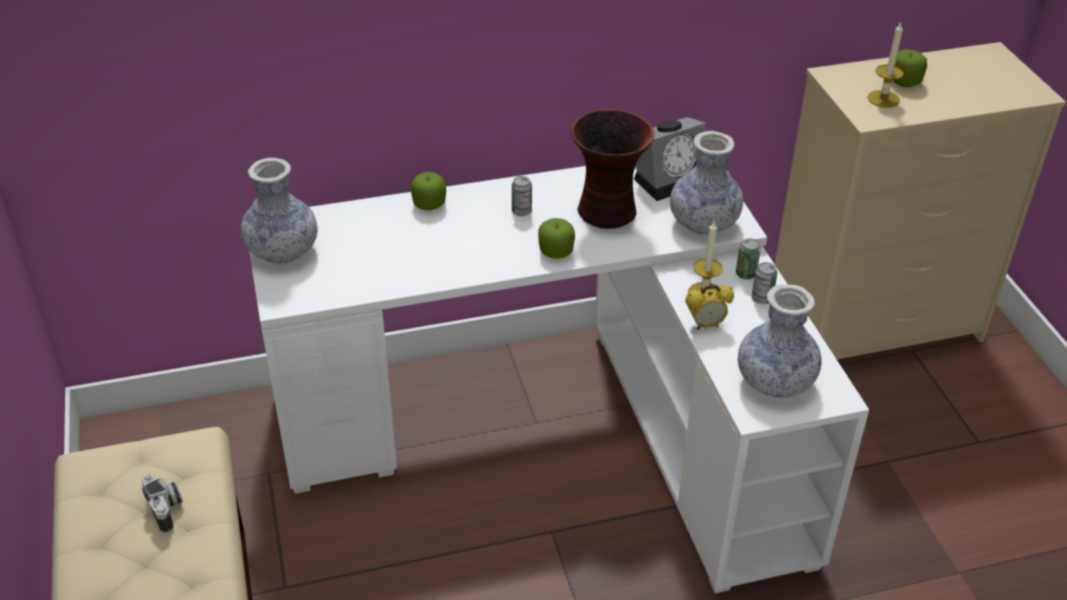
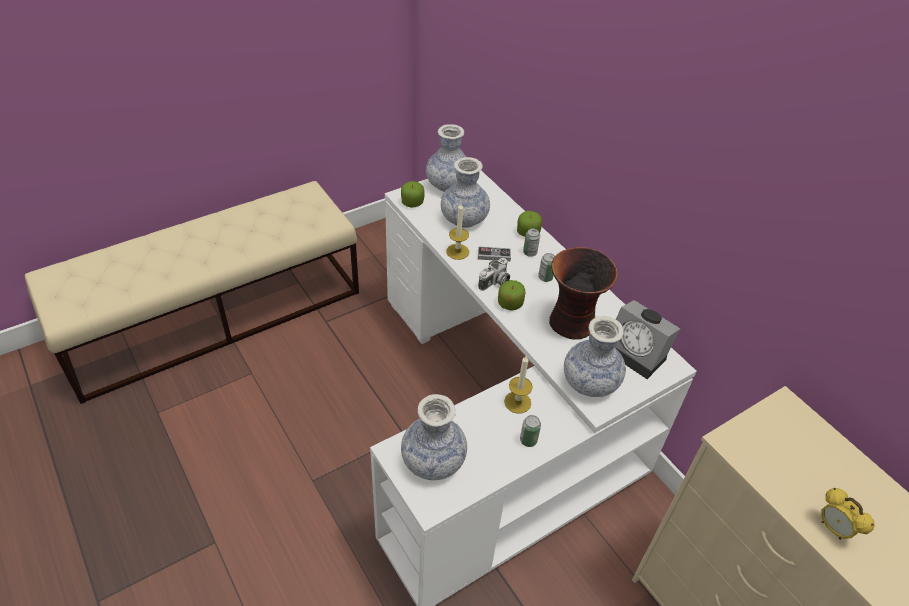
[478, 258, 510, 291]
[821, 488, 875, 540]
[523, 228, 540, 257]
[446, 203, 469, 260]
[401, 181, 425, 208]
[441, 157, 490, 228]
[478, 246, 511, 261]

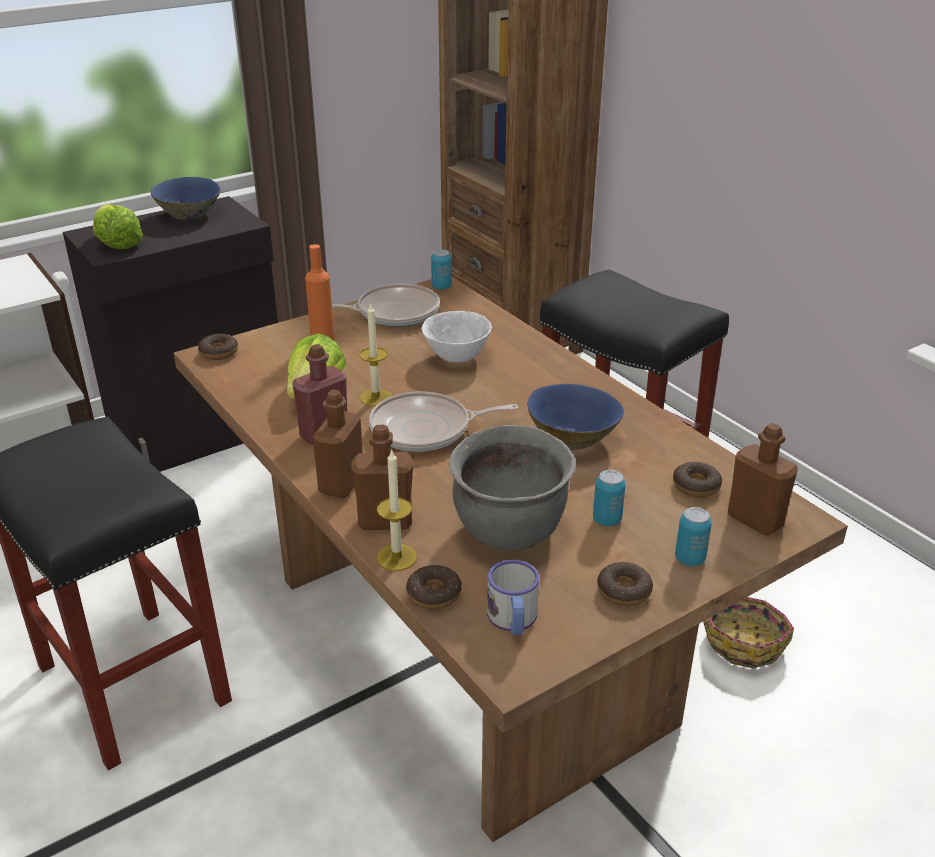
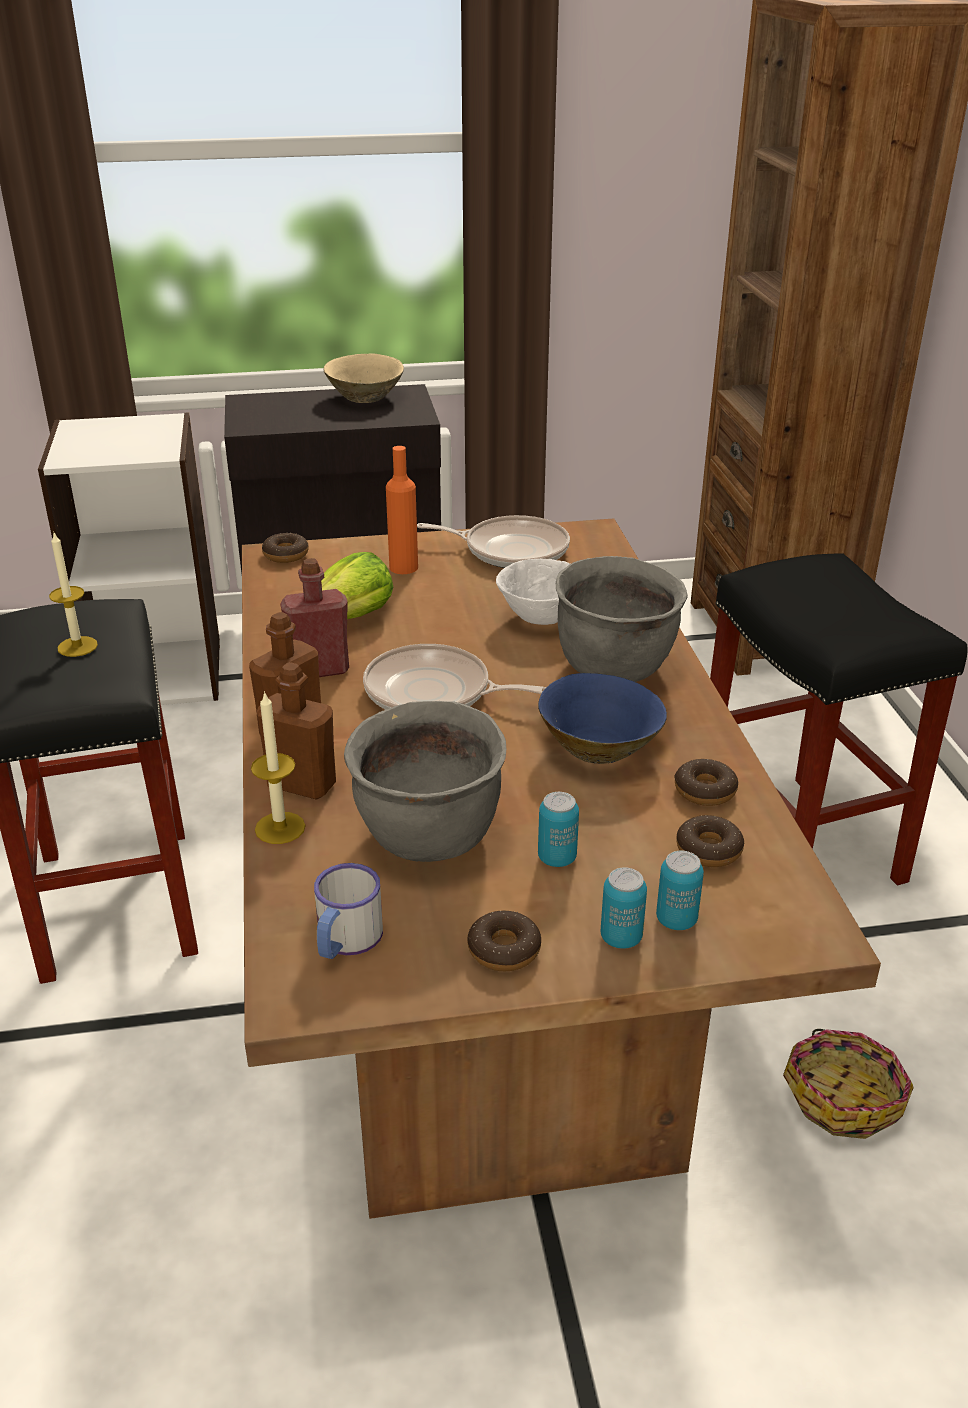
[93, 204, 143, 249] (first image)
[324, 354, 404, 403]
[49, 533, 98, 657]
[675, 759, 738, 806]
[656, 850, 704, 930]
[728, 423, 798, 536] (first image)
[556, 556, 688, 682]

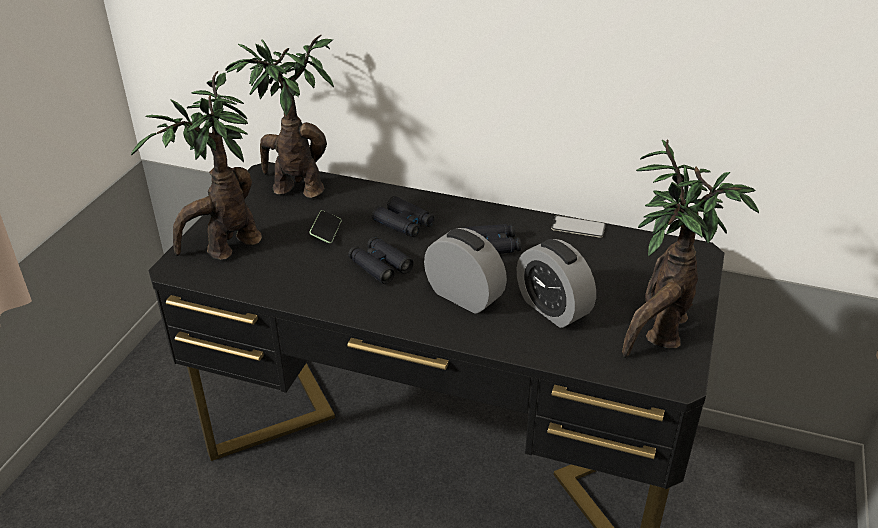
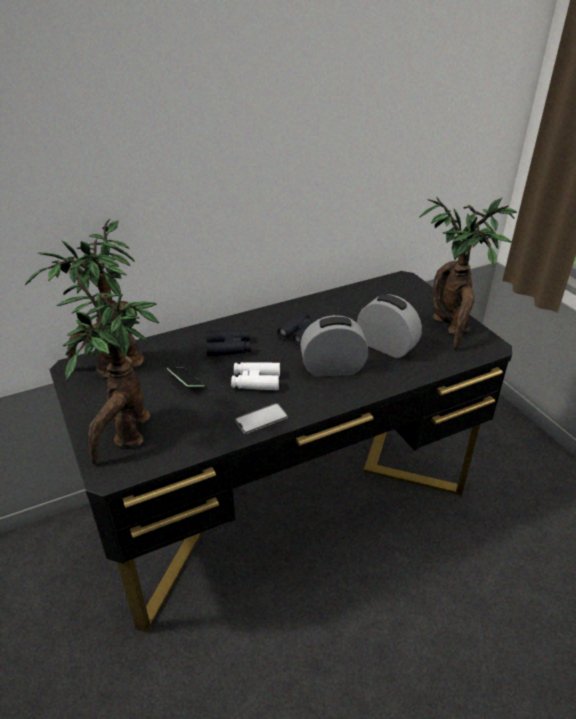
[231, 362, 280, 390]
[357, 294, 422, 359]
[235, 403, 288, 434]

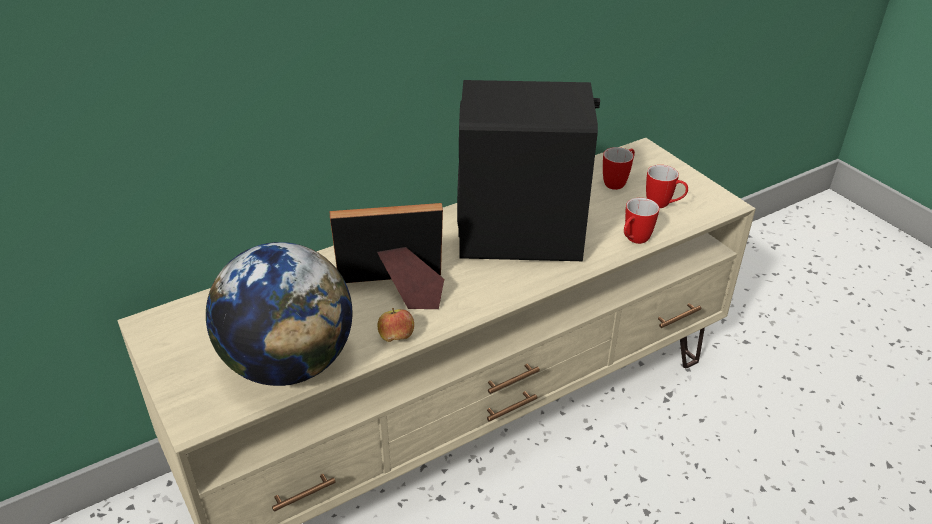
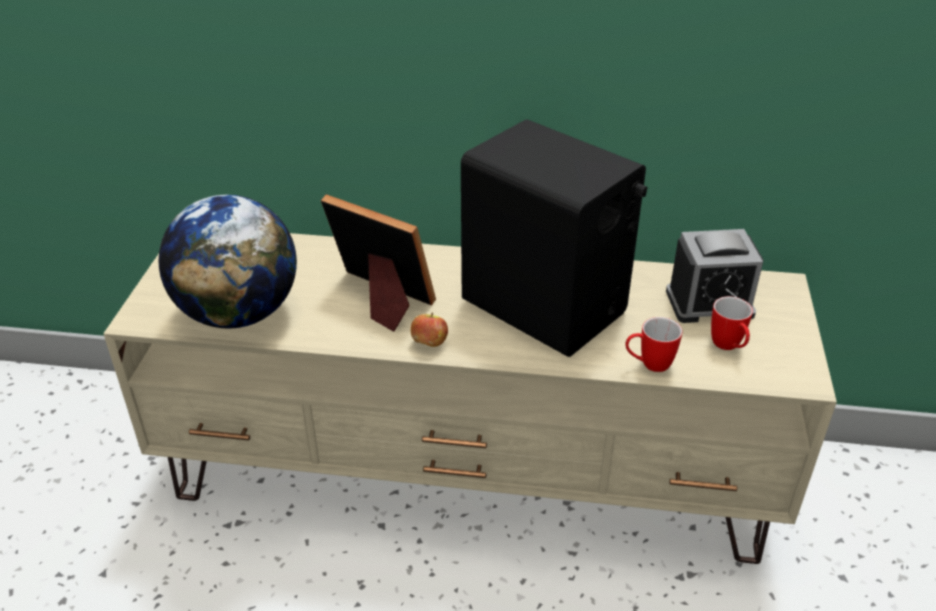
[410, 313, 448, 347]
[666, 229, 764, 323]

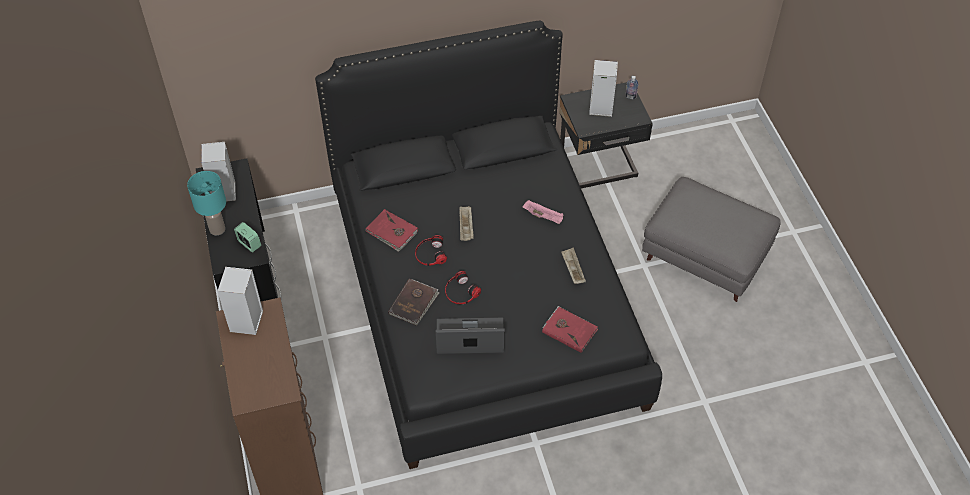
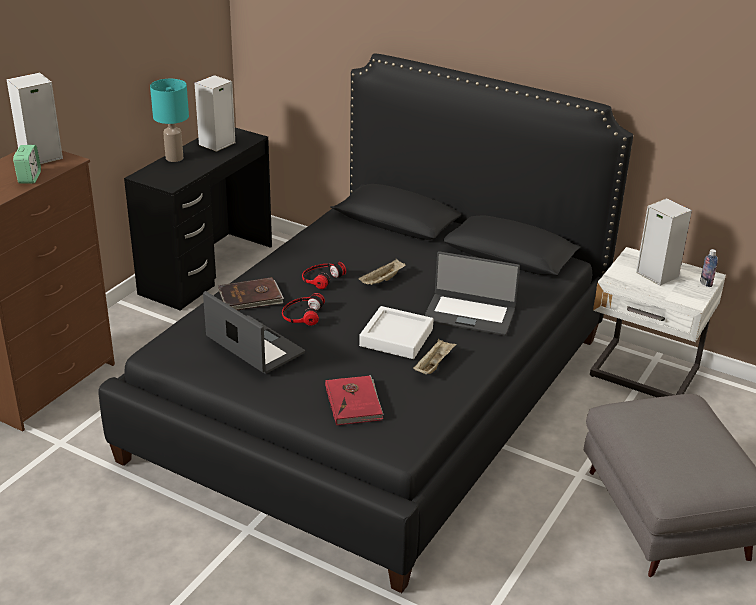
[13, 145, 41, 184]
[365, 209, 418, 252] (first image)
[424, 251, 520, 336]
[590, 247, 726, 397]
[359, 306, 433, 359]

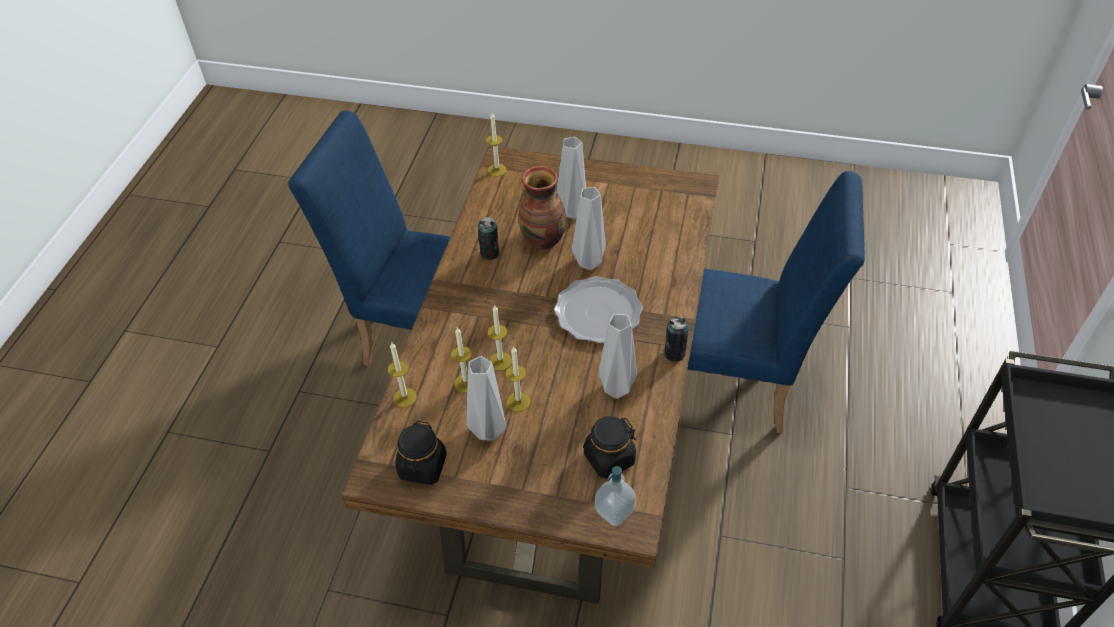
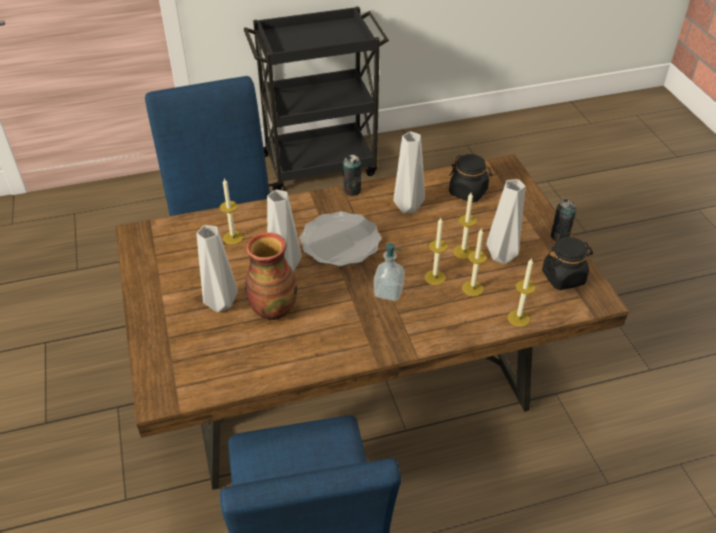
[551, 199, 576, 242]
[220, 178, 243, 245]
[374, 243, 405, 301]

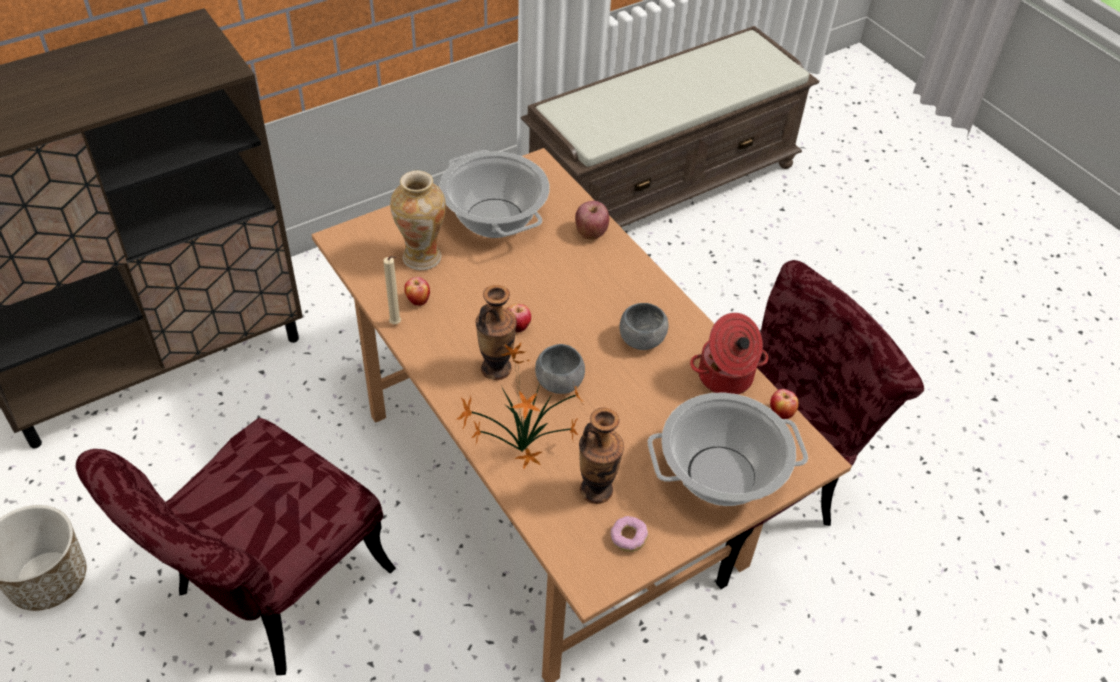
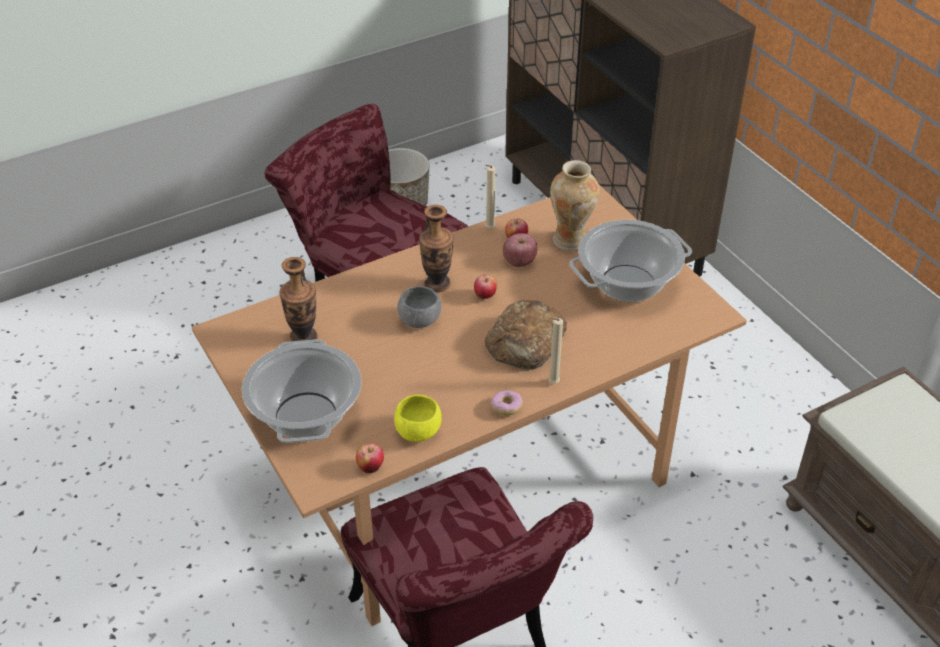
[456, 343, 583, 470] (first image)
[503, 233, 537, 267]
[491, 390, 523, 416]
[619, 303, 669, 350] (first image)
[394, 395, 442, 442]
[485, 300, 567, 370]
[548, 318, 563, 383]

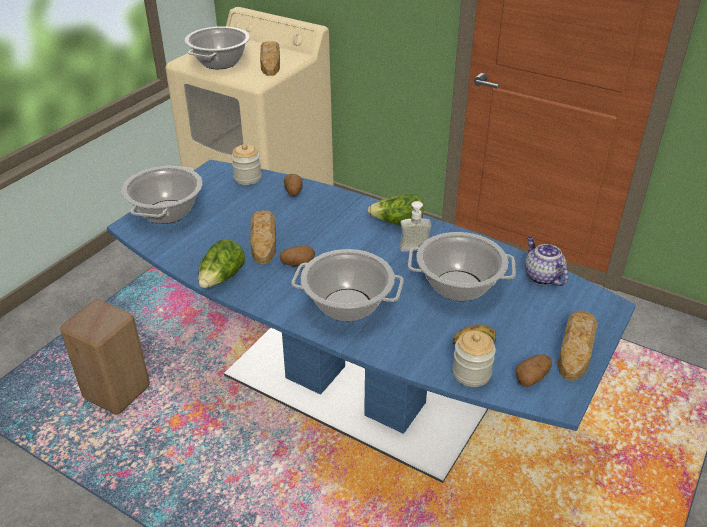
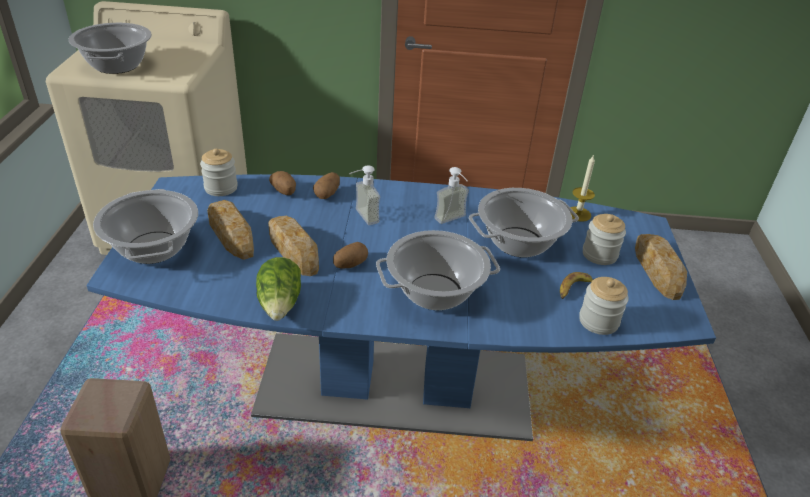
[207, 200, 254, 260]
[367, 194, 423, 225] (first image)
[313, 172, 340, 199]
[570, 154, 595, 222]
[349, 165, 380, 225]
[583, 214, 626, 265]

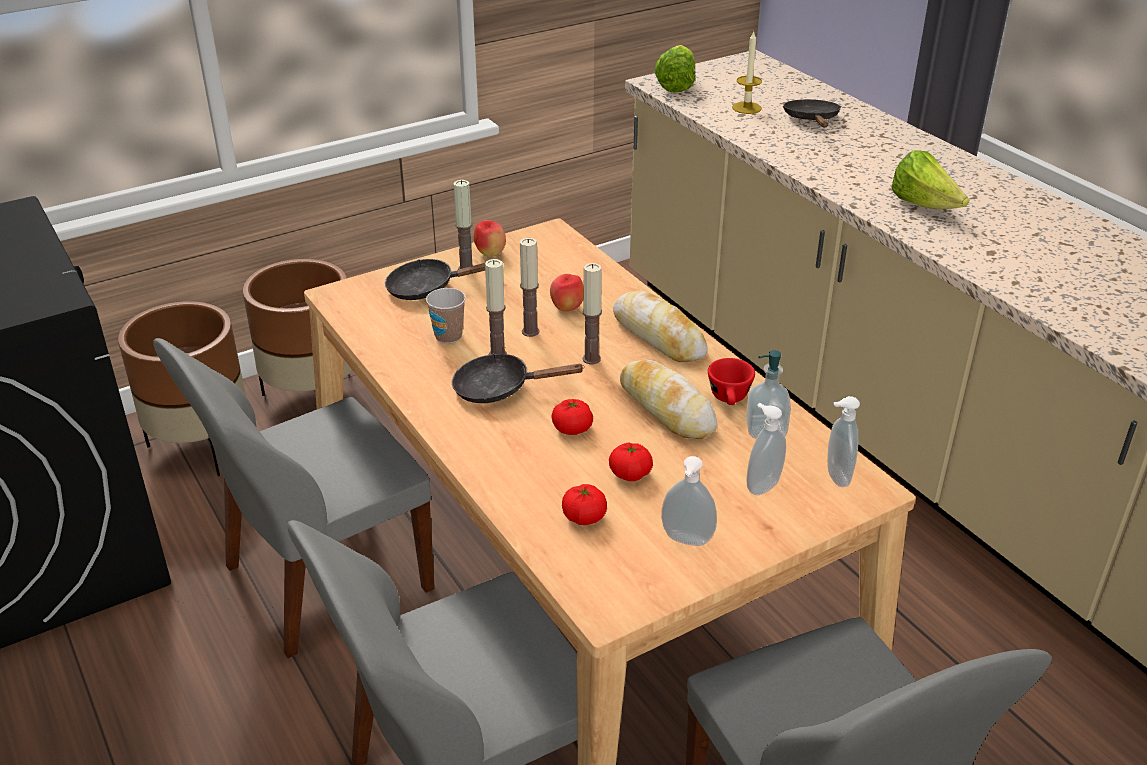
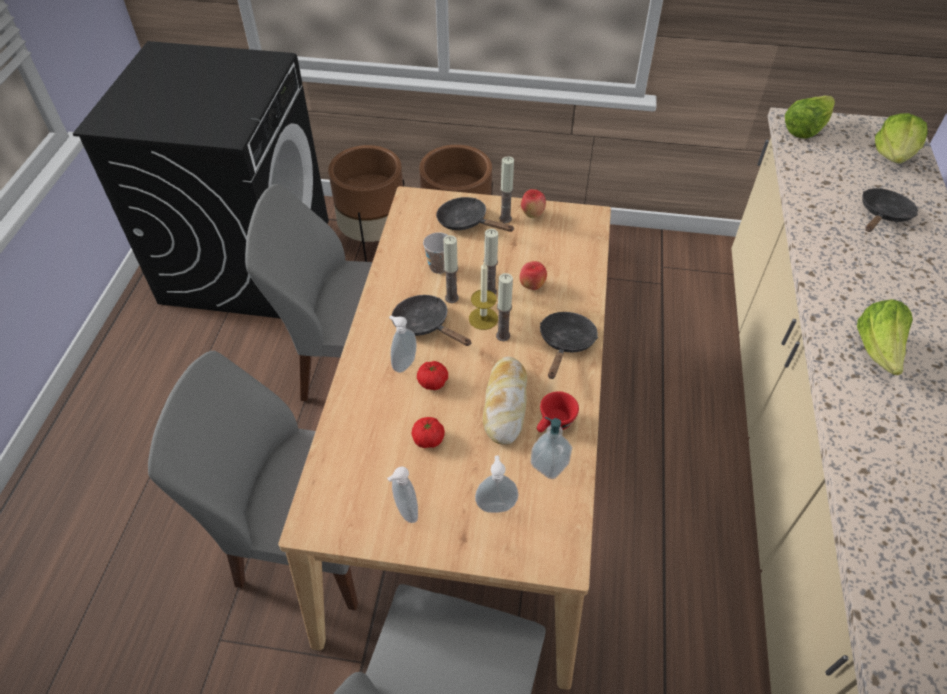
[562, 484, 607, 525] (first image)
[540, 312, 598, 379]
[469, 262, 498, 330]
[389, 315, 417, 373]
[875, 113, 928, 164]

